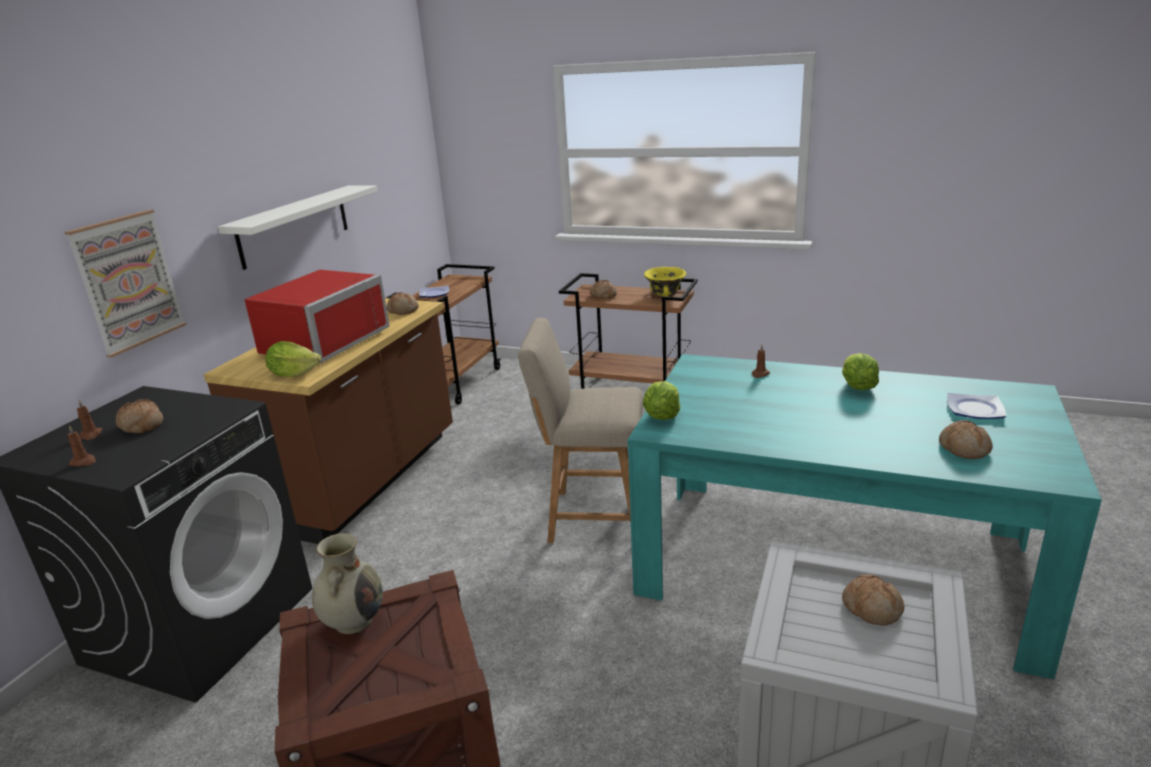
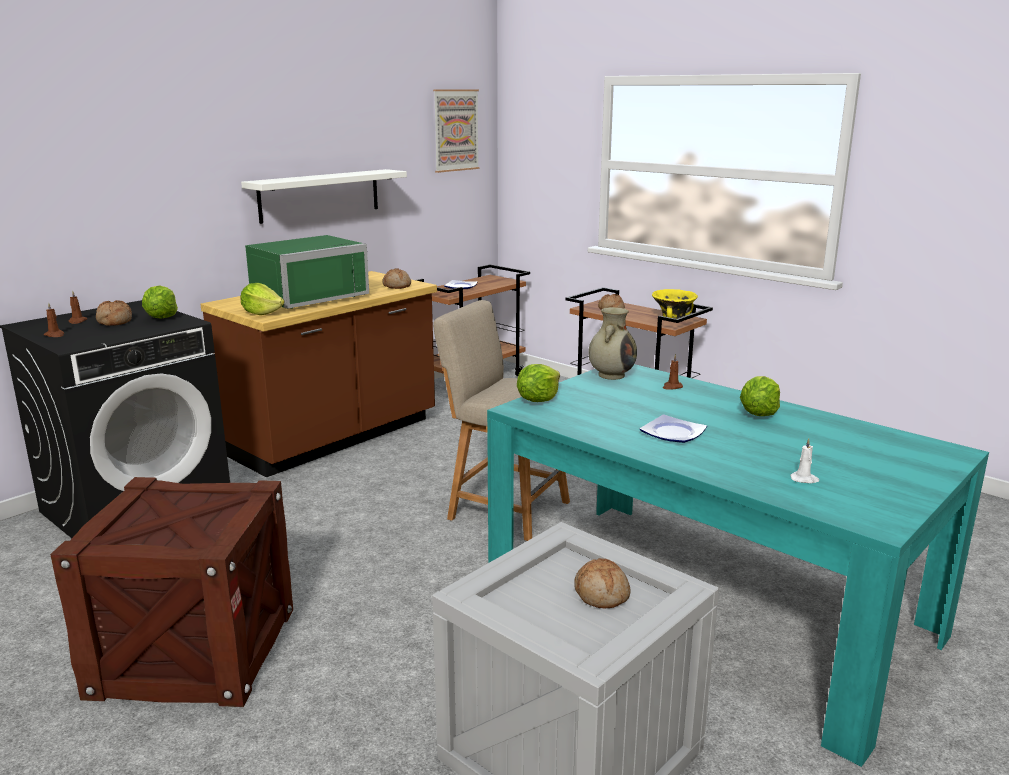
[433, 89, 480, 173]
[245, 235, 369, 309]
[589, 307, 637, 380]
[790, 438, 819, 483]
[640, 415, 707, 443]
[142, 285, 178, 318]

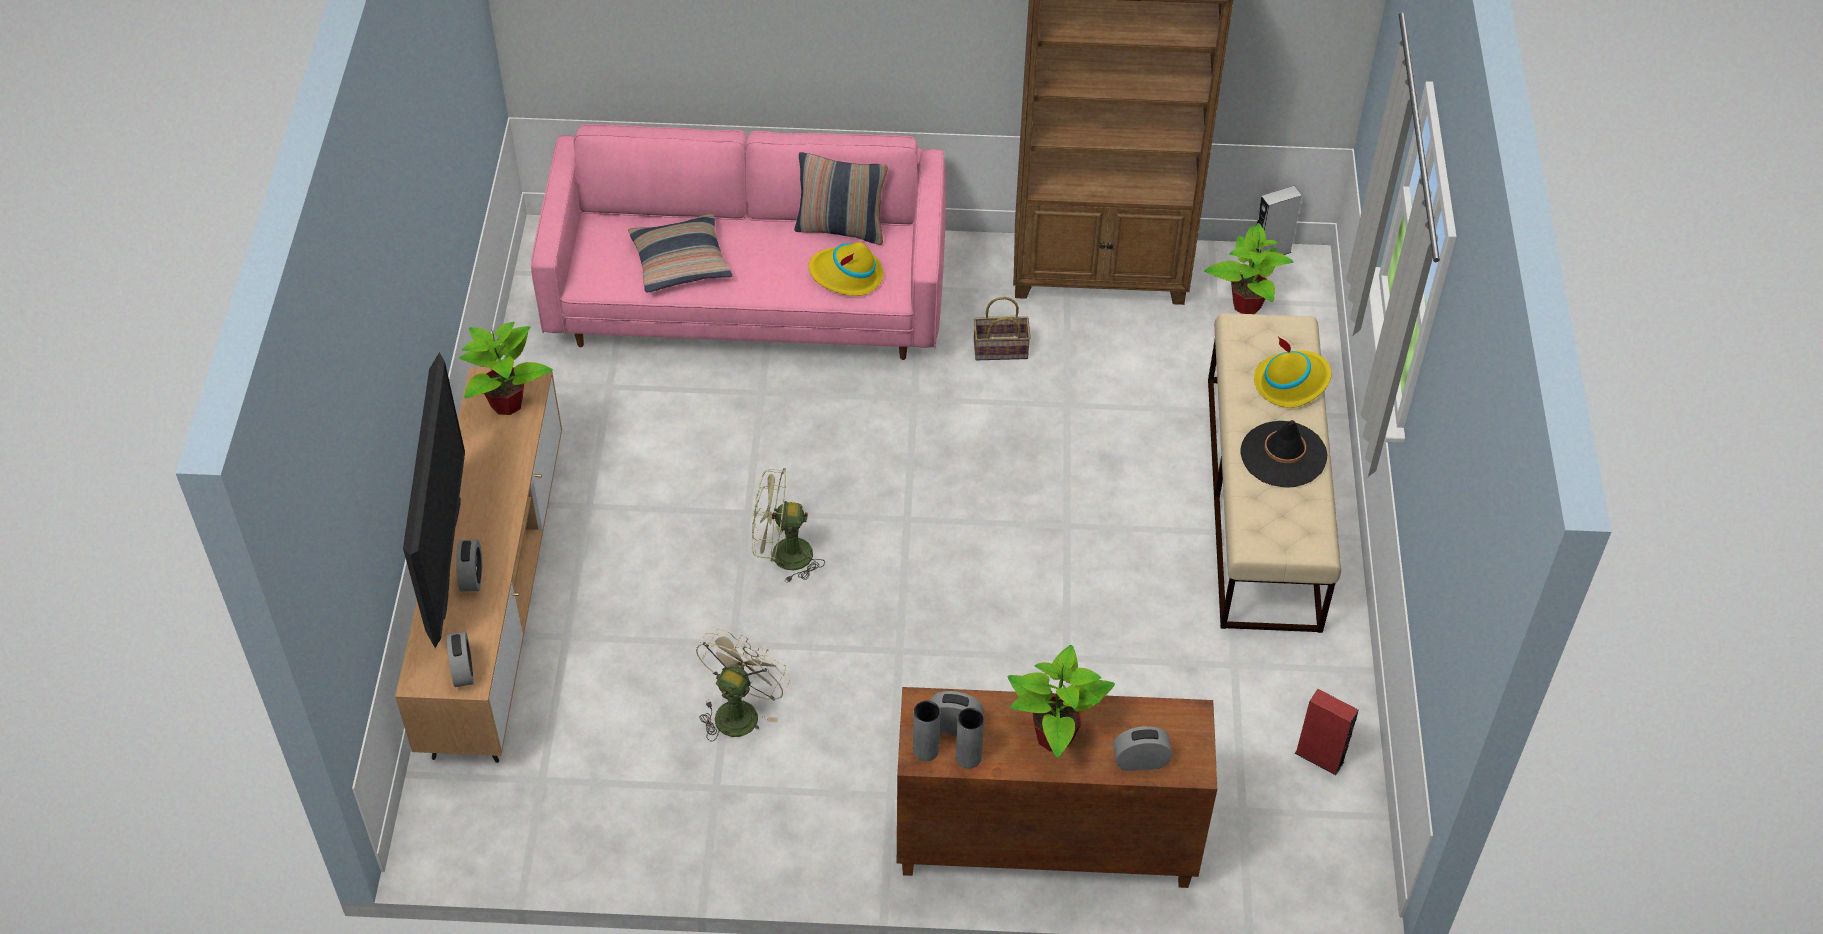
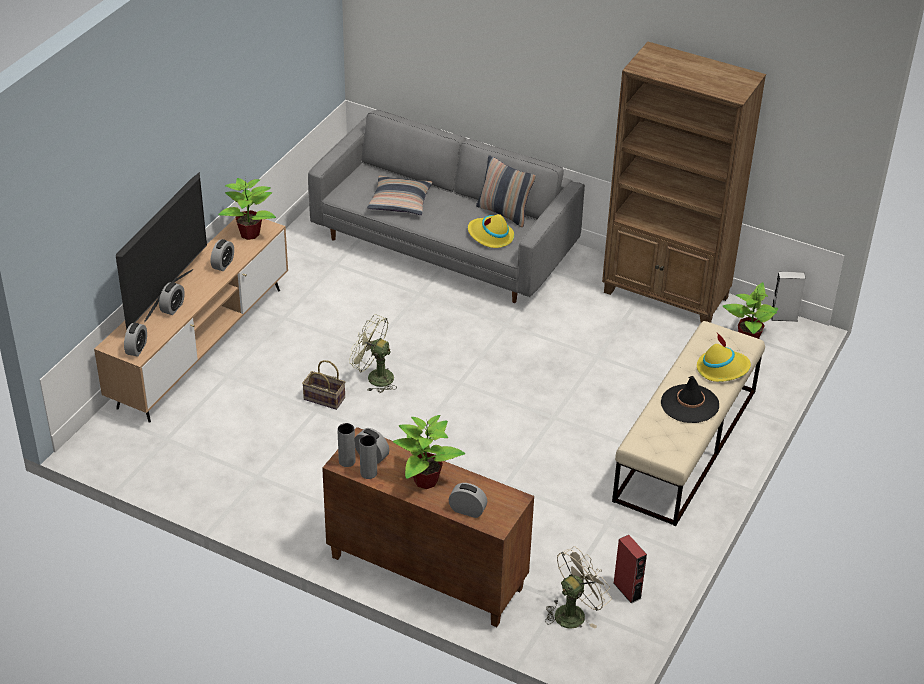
[308, 109, 585, 303]
[545, 546, 611, 629]
[302, 360, 345, 410]
[211, 239, 234, 271]

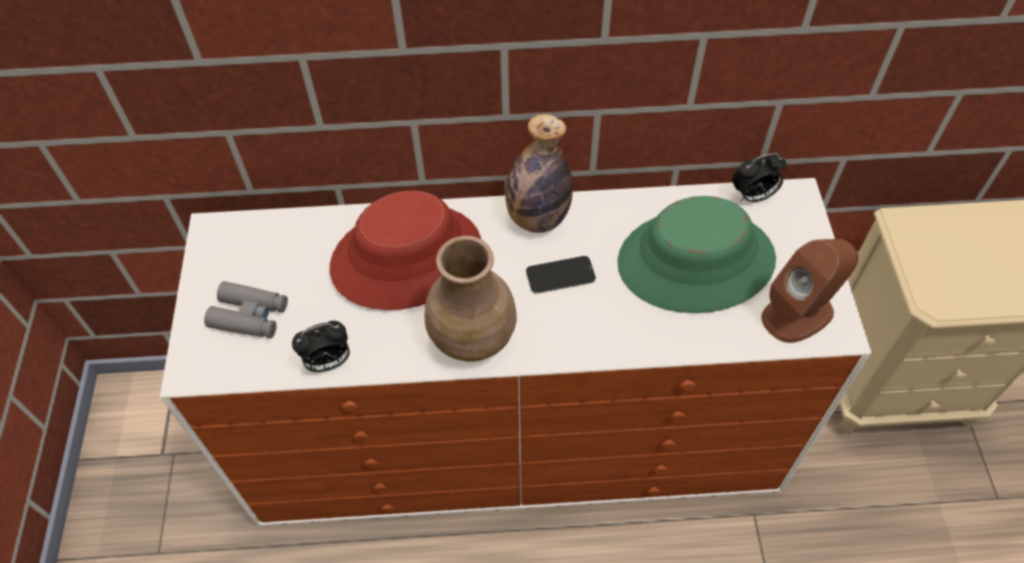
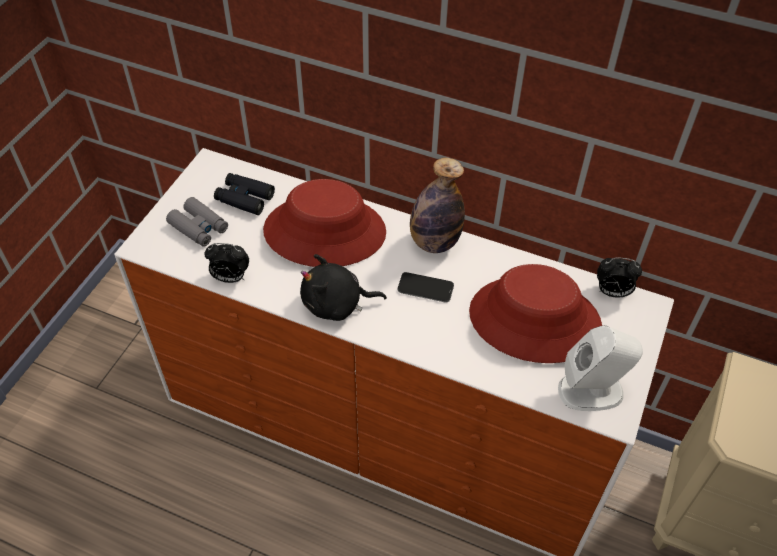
[300, 254, 387, 321]
[469, 264, 602, 363]
[558, 326, 643, 411]
[214, 173, 275, 215]

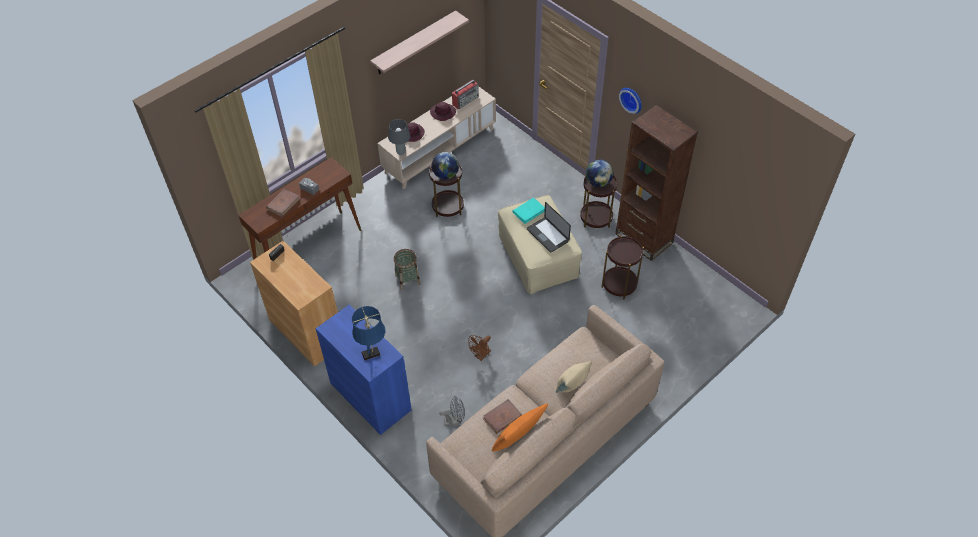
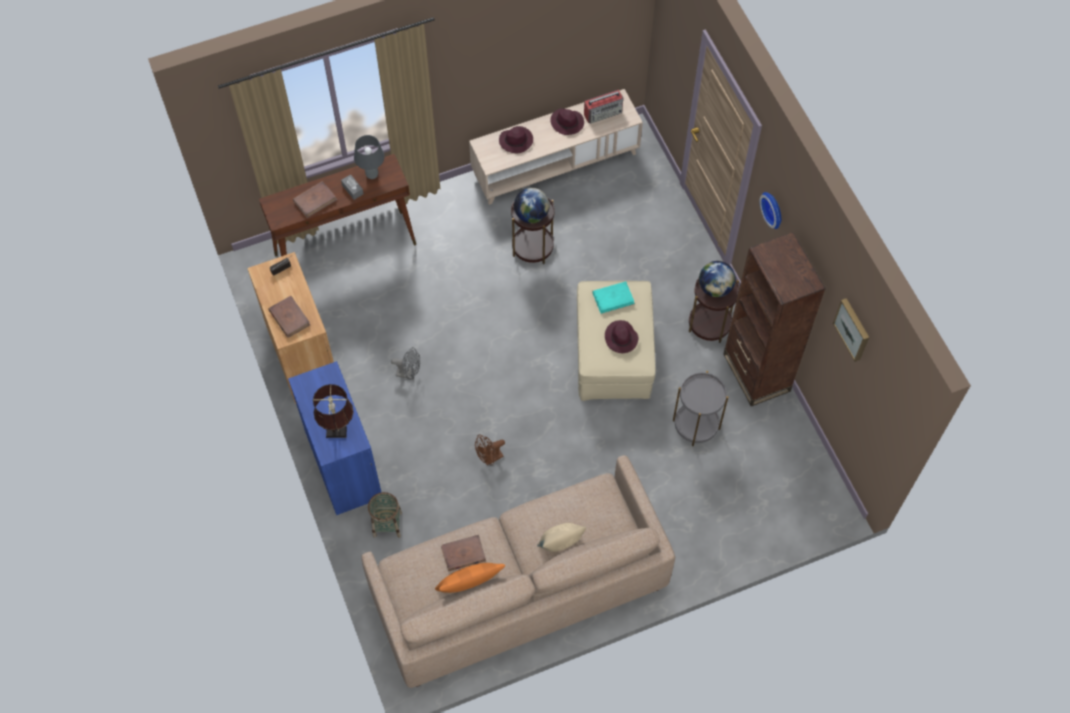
[313, 384, 354, 438]
[370, 10, 469, 74] (first image)
[354, 135, 385, 179]
[368, 492, 402, 538]
[391, 347, 420, 380]
[605, 320, 638, 353]
[673, 371, 728, 446]
[268, 296, 310, 338]
[833, 298, 869, 362]

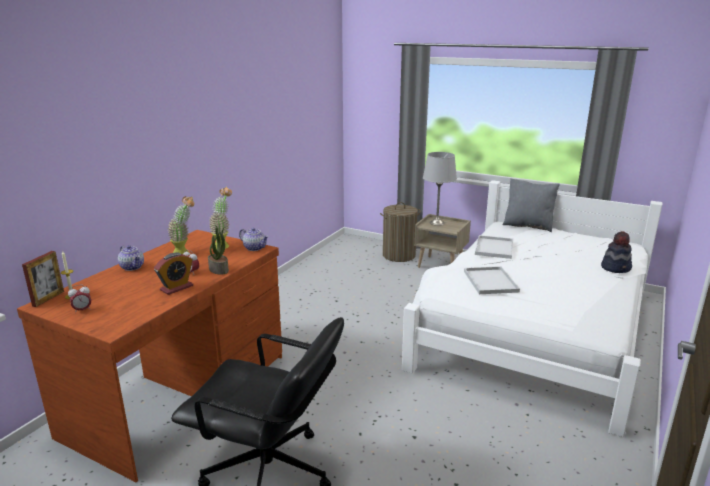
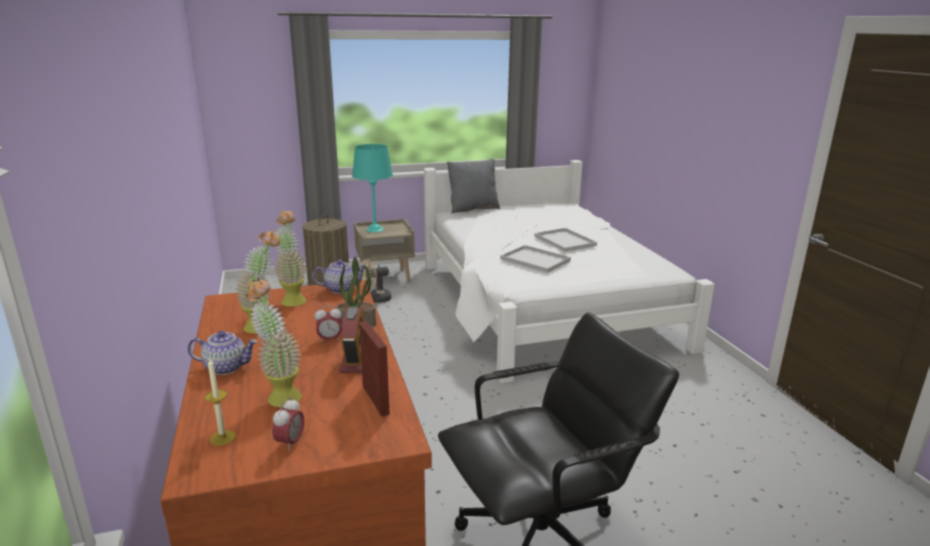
[359, 321, 390, 416]
[352, 144, 393, 232]
[534, 228, 597, 252]
[601, 231, 632, 273] (first image)
[246, 280, 302, 407]
[361, 259, 391, 303]

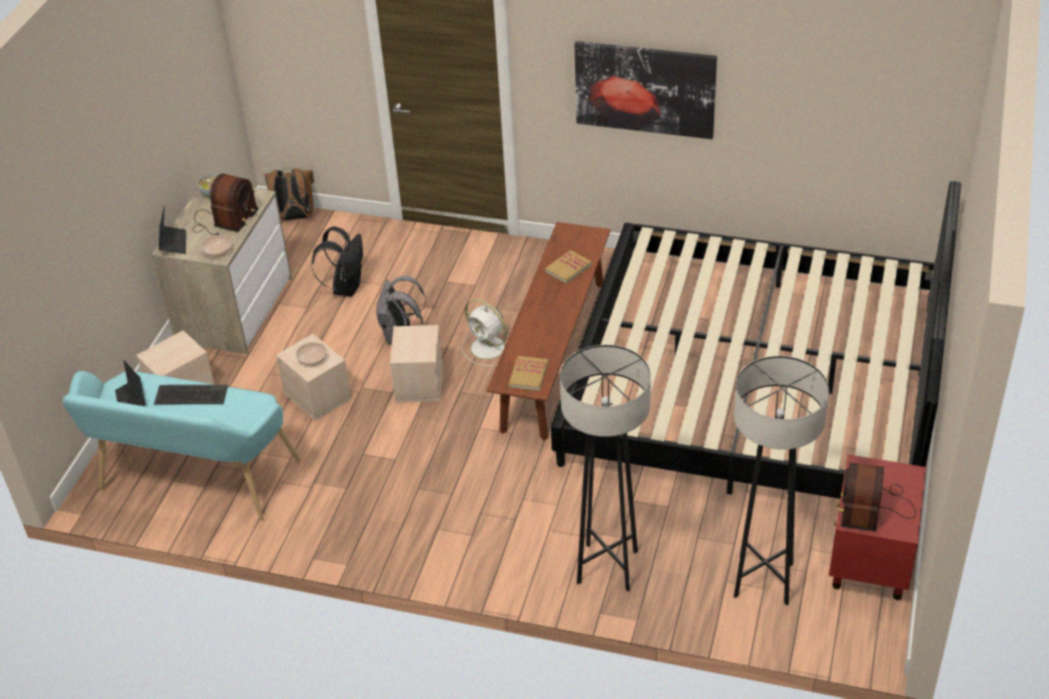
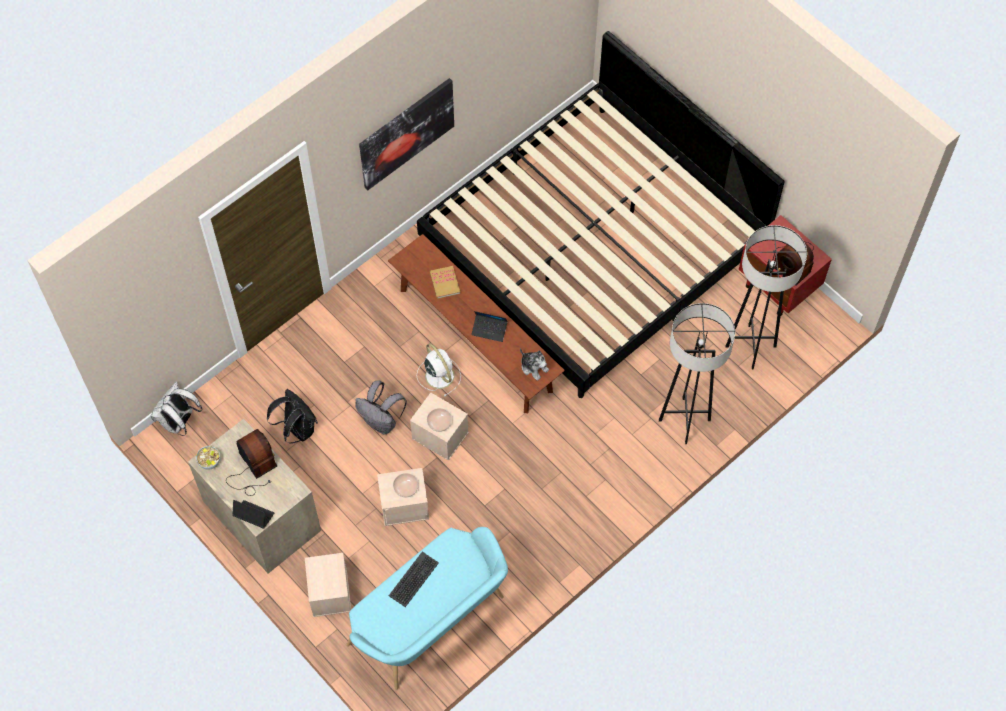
[471, 311, 508, 342]
[427, 408, 452, 432]
[151, 382, 203, 436]
[417, 343, 461, 396]
[520, 348, 549, 381]

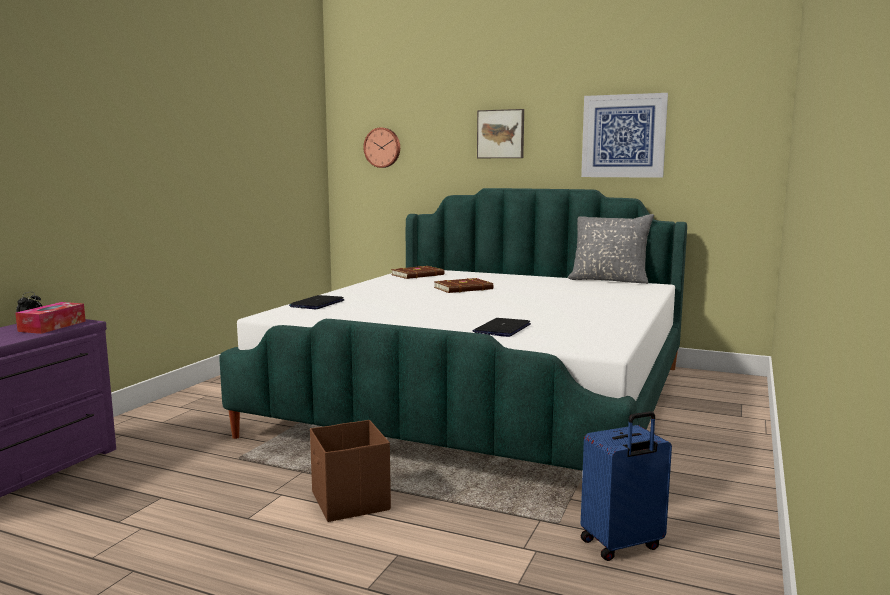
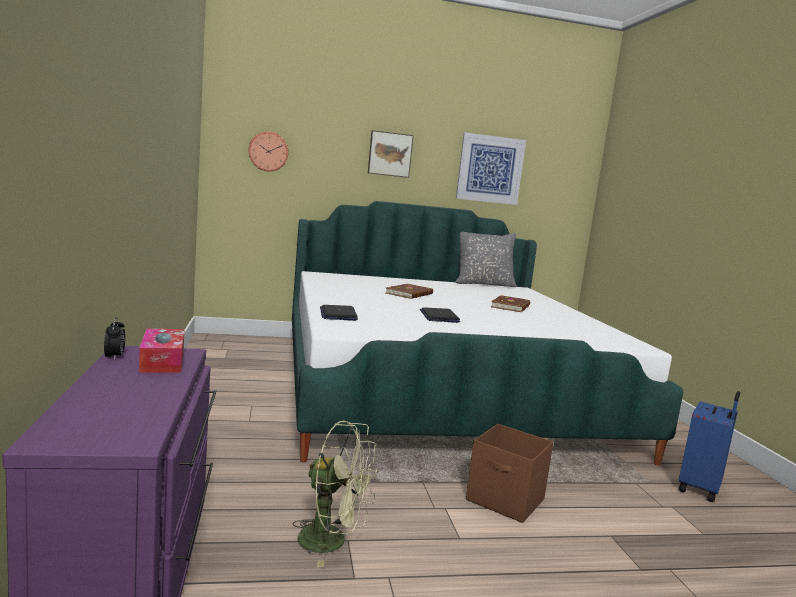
[491, 295, 530, 312]
[420, 307, 460, 323]
[293, 420, 378, 567]

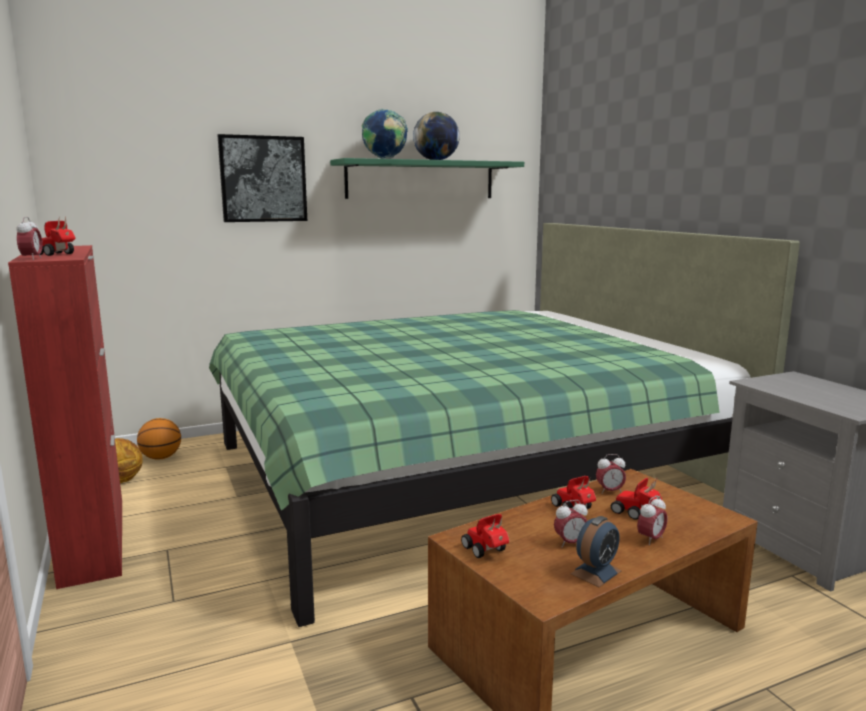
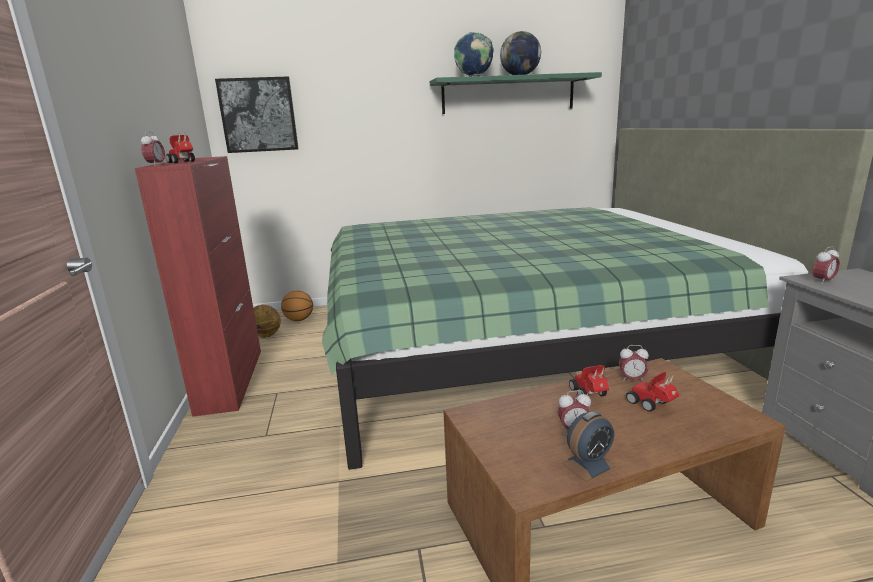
[215, 76, 299, 153]
[461, 514, 509, 558] (first image)
[812, 246, 840, 284]

